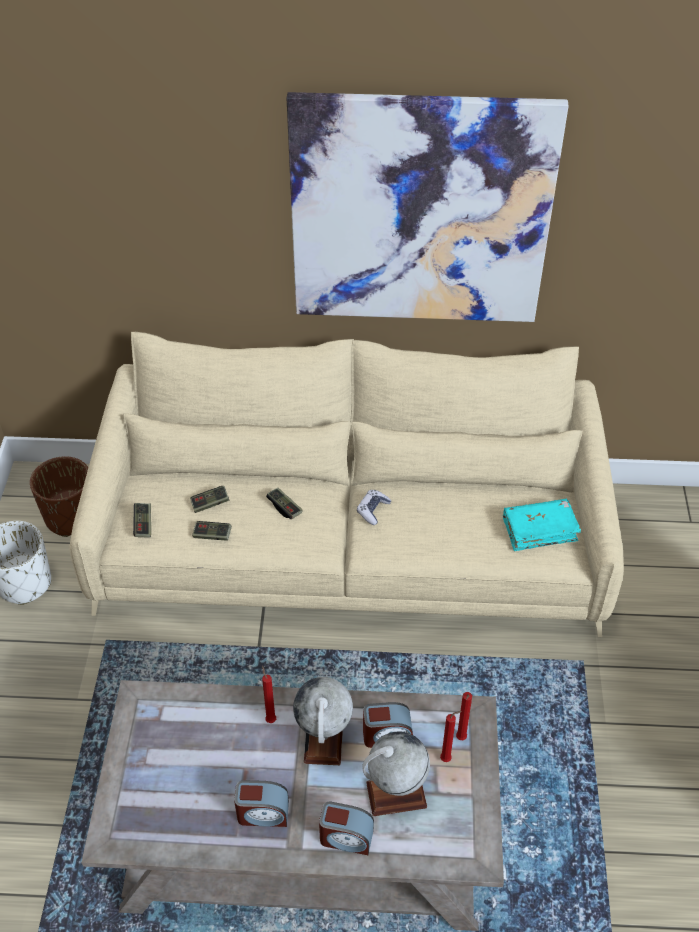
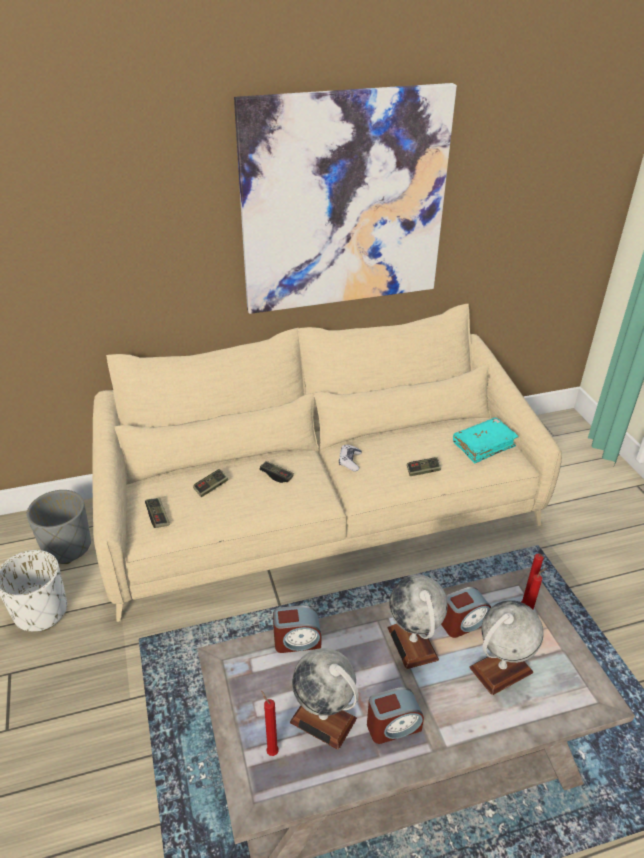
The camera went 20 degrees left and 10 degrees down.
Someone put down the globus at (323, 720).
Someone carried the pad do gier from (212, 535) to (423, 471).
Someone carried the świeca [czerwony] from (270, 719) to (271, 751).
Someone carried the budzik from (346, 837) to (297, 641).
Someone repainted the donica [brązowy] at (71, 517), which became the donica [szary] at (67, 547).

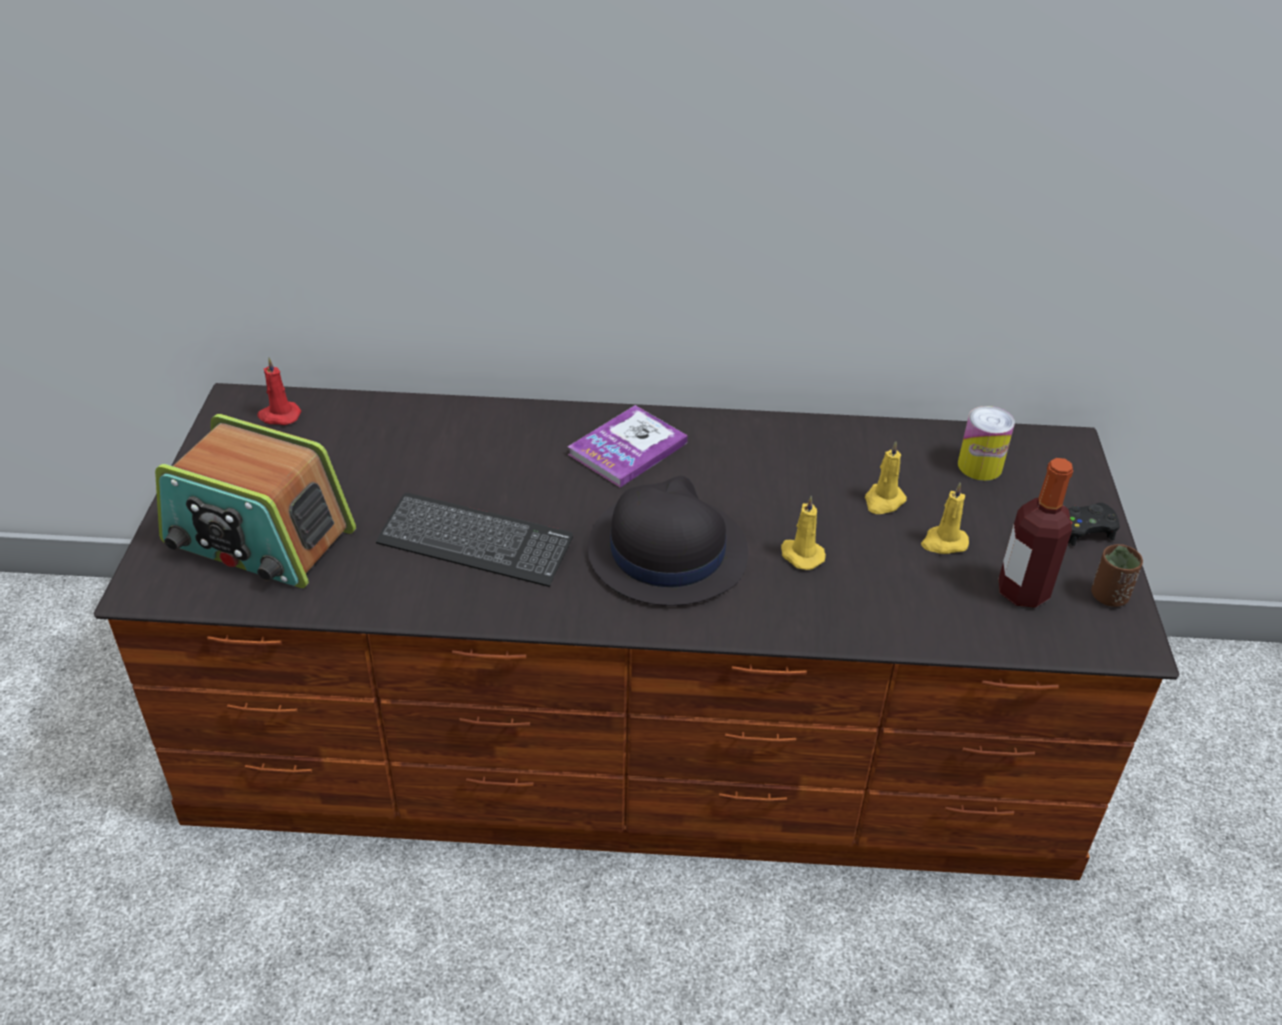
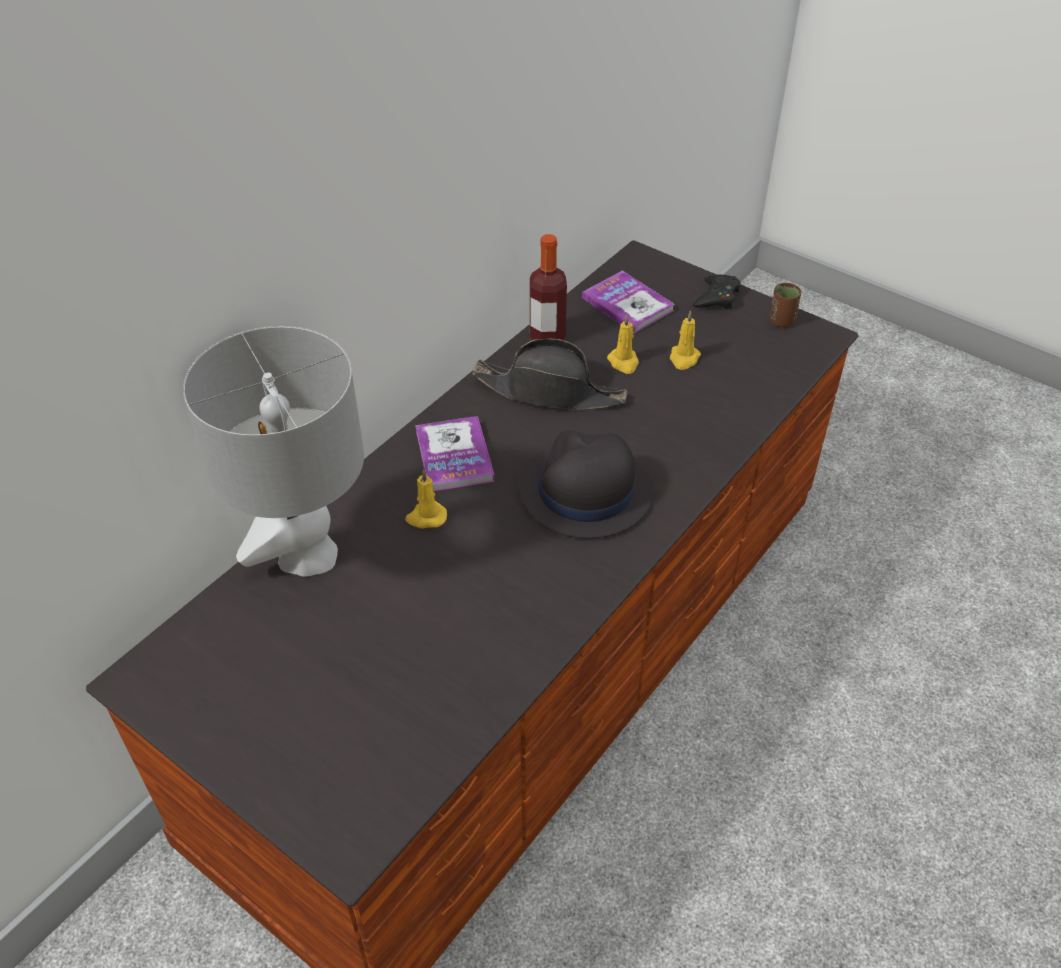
The camera went 55 degrees left and 5 degrees up.
Someone took away the radio at (258, 538).
Someone took away the świeca [czerwony] at (279, 416).
Someone took away the klawiatura at (475, 543).
Someone put down the lampa stołowa [szary] at (307, 556).
Someone put down the kapelusz [czarny] at (550, 391).
Someone carried the świeca [żółty] from (800, 555) to (426, 517).
Someone carried the butelka from (1022, 591) to (547, 337).
Someone swapped the puszka at (979, 466) for the książka at (627, 304).

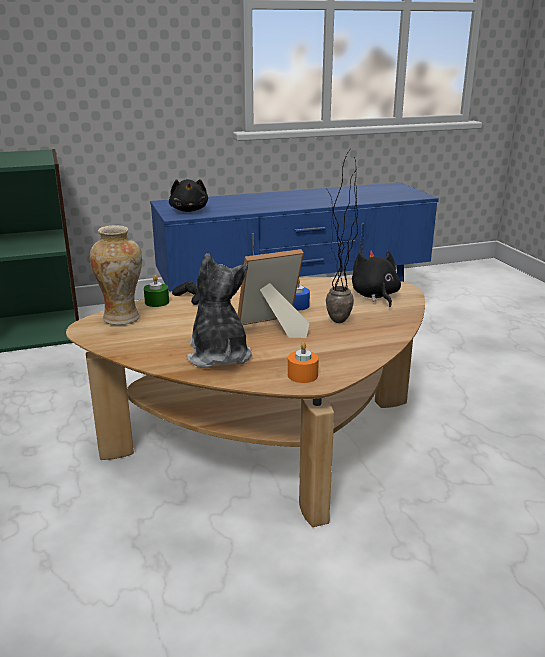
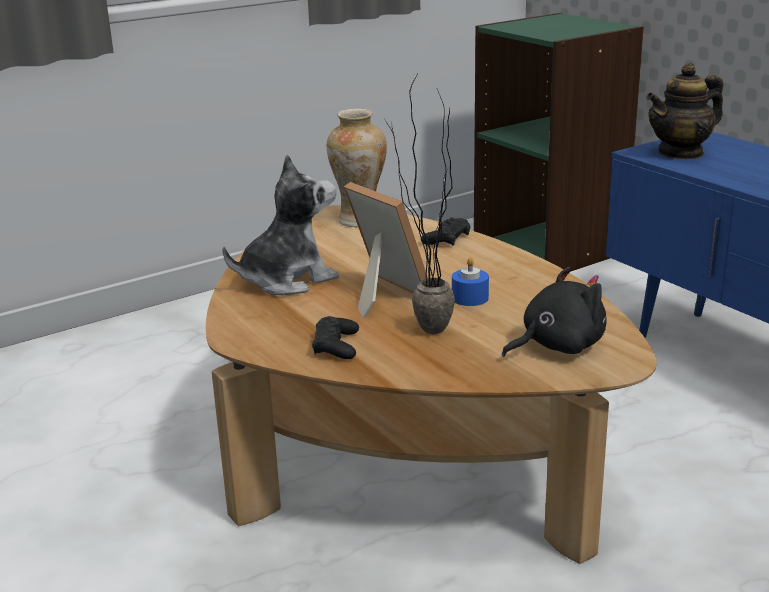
The camera went 75 degrees right and 0 degrees up.
Someone took away the świeca [zielony] at (157, 302).
Someone took away the świeca [pomarańczowy] at (302, 375).
Someone put down the pad do gier [czarny] at (336, 346).
Someone swapped the pluszak [czarny] at (189, 210) for the imbryk at (681, 153).

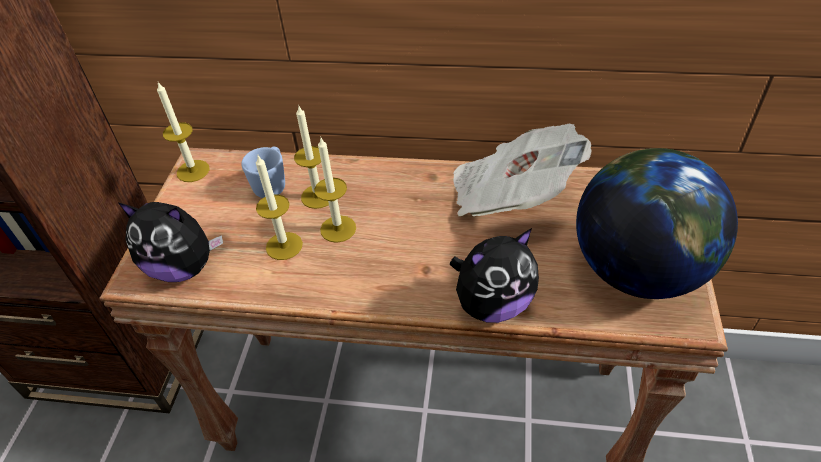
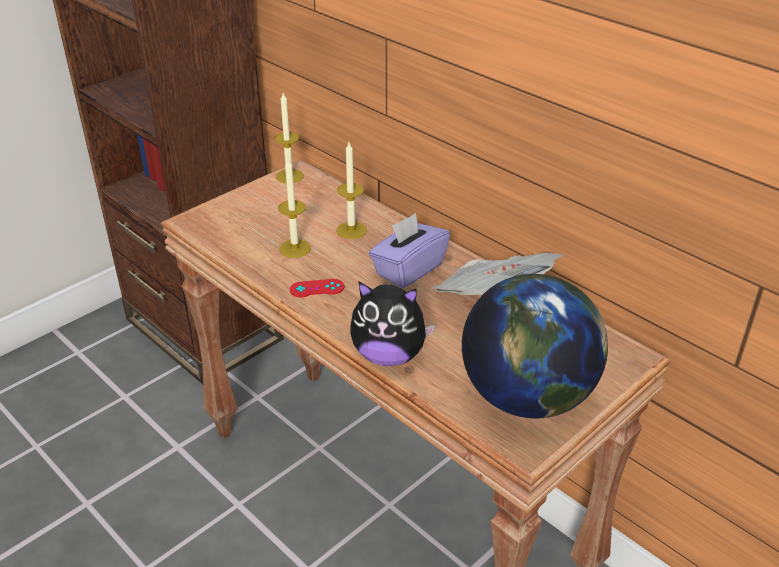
The camera went 35 degrees right and 10 degrees down.
Someone took away the pluszak at (183, 267).
Someone took away the kubek [niebieski] at (272, 185).
Someone took away the świeca at (338, 229).
Someone put down the pad do gier [czerwony] at (317, 288).
Someone put down the pudełko chusteczek [fioletowy] at (408, 269).

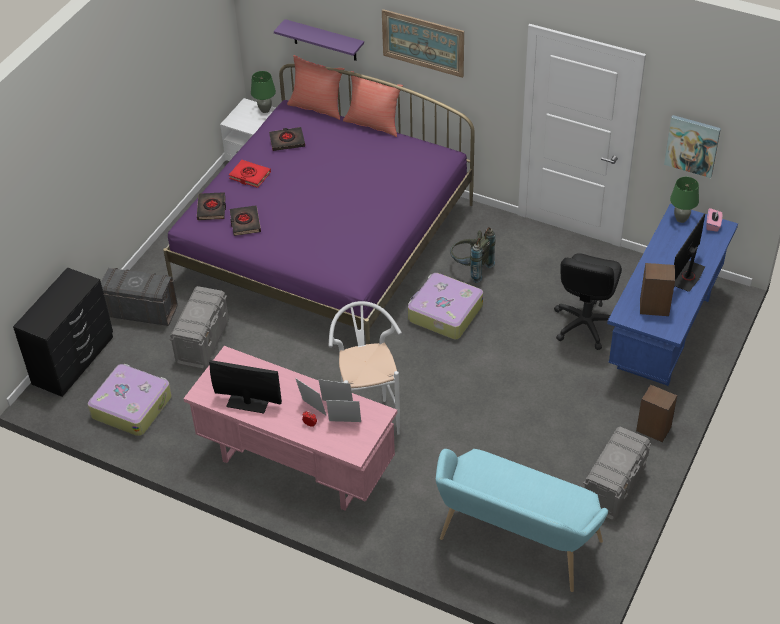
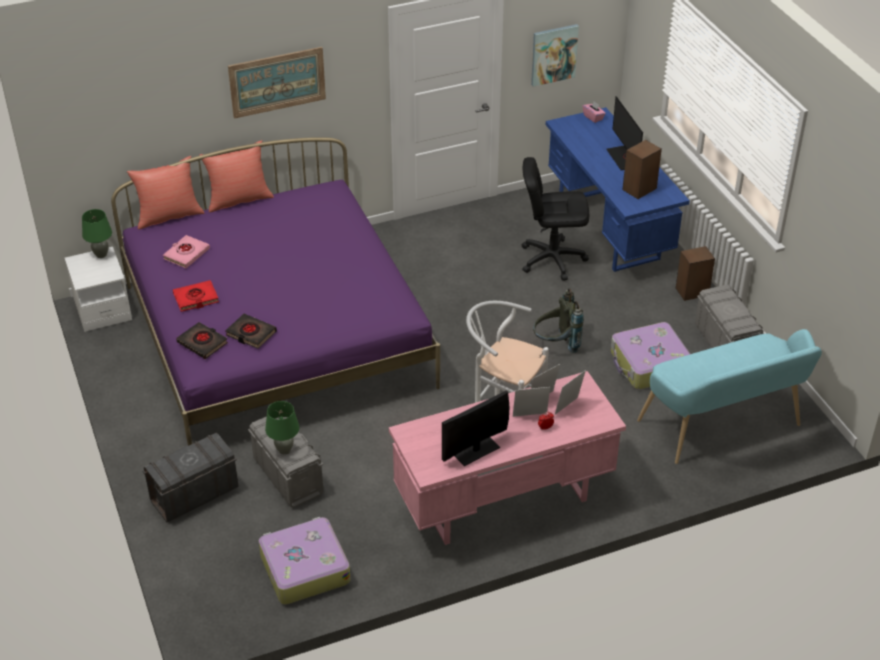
The camera went 50 degrees left and 5 degrees down.
Someone took away the komoda [czarny] at (74, 360).
Someone took away the półka [fioletowy] at (324, 40).
Someone carried the walizka from (444, 313) to (649, 365).
Someone carried the plecak [szary] from (471, 269) to (556, 345).
Someone carried the lampa stołowa [zielony] from (681, 219) to (284, 449).
Someone repainted the książka [czarny] at (287, 141), which became the książka [różowy] at (186, 254).
Someone rotated the krzesło biurowe [czarny] at (585, 325) by 120 degrees clockwise.

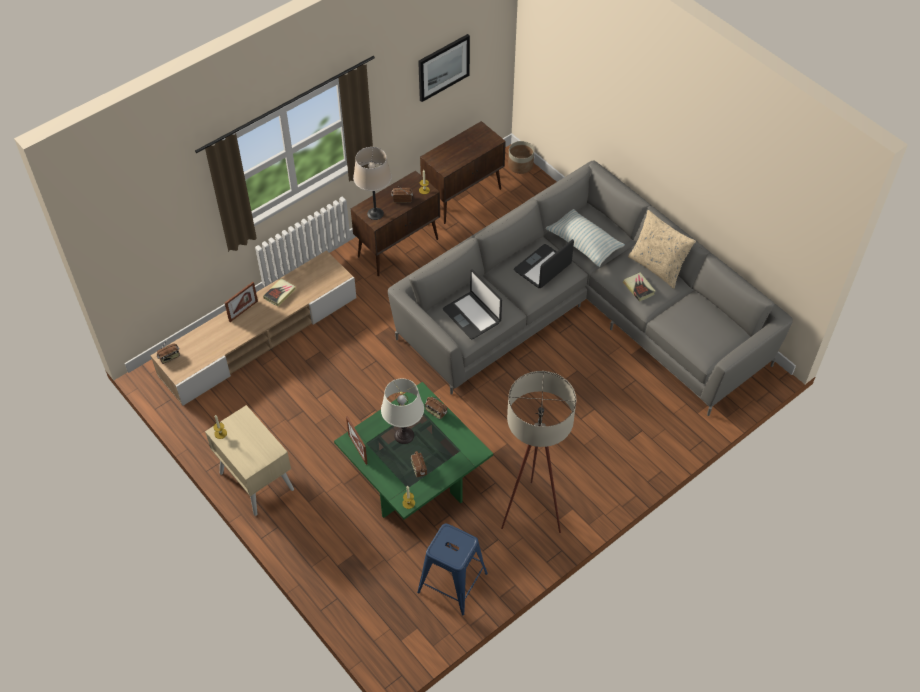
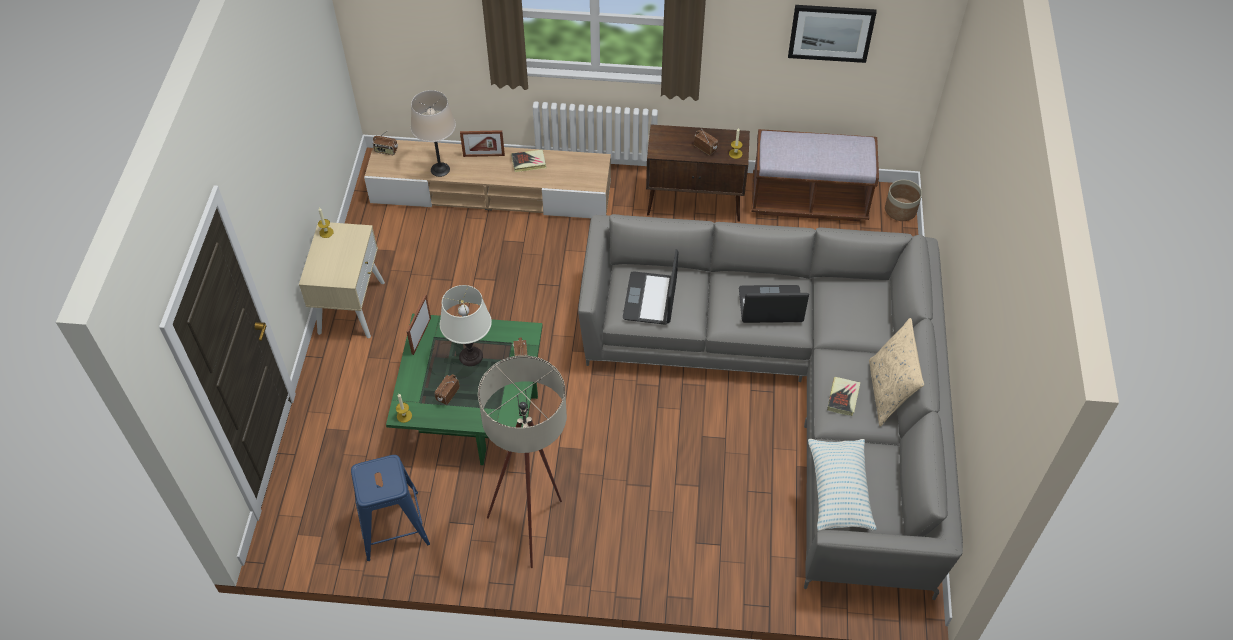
The camera went 45 degrees right and 0 degrees up.
Someone carried the lampa stołowa [beżowy] from (375, 213) to (440, 169).
Someone carried the poduszka from (584, 243) to (839, 491).
Someone swapped the szafka [brązowy] at (463, 197) for the ławka [brązowy] at (809, 200).

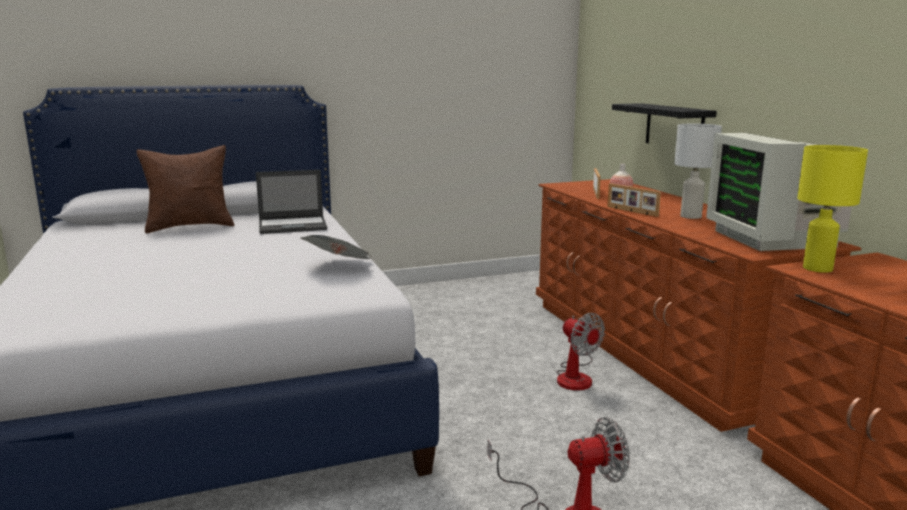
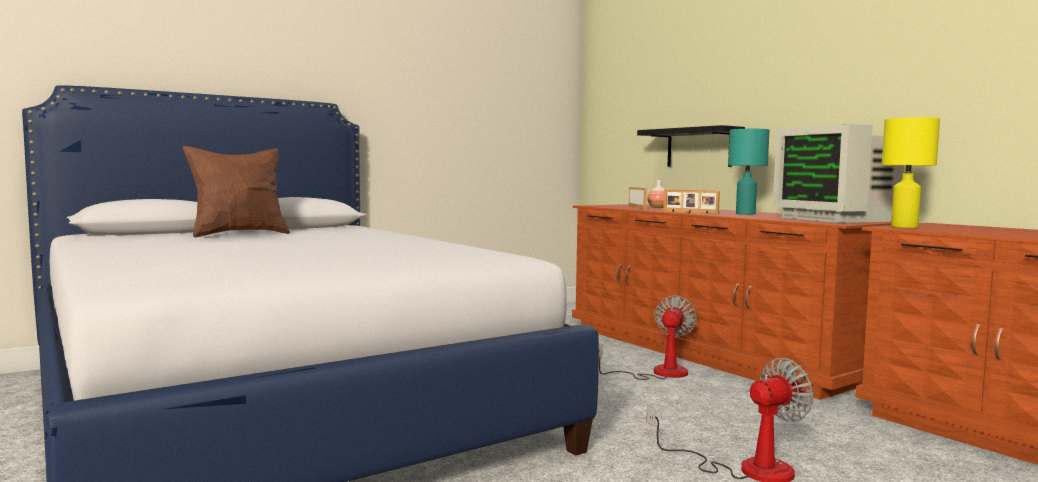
The camera went 15 degrees left and 10 degrees down.
Someone took away the laptop at (293, 226).
Someone took away the gazeta at (340, 267).
Someone repainted the lampa stołowa [biały] at (690, 216), which became the lampa stołowa [turkusowy] at (745, 214).
Someone rotated the wentylator at (576, 376) by 105 degrees counterclockwise.

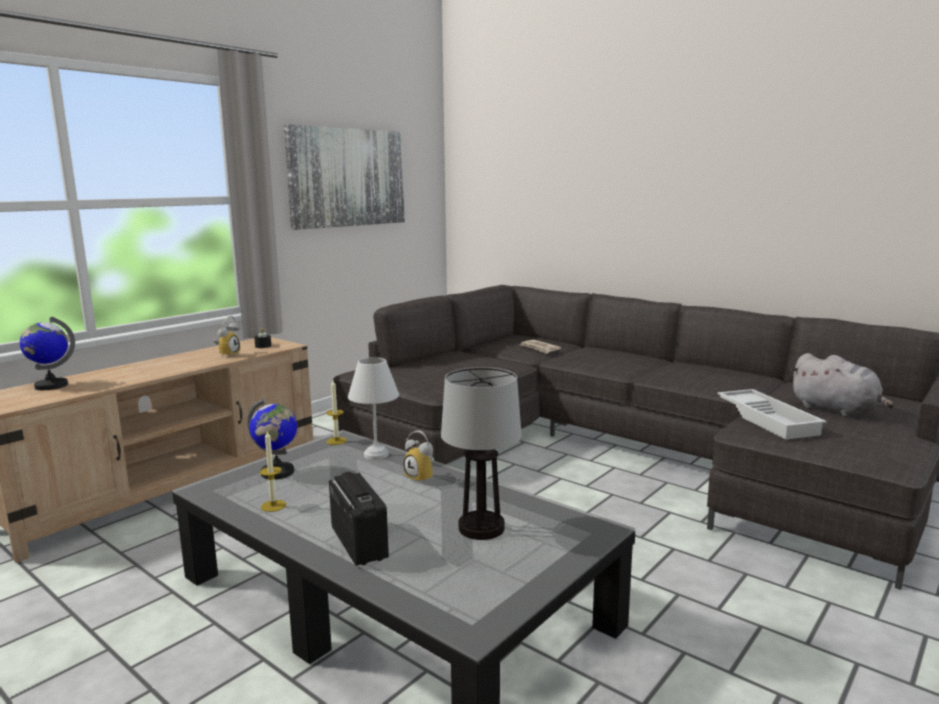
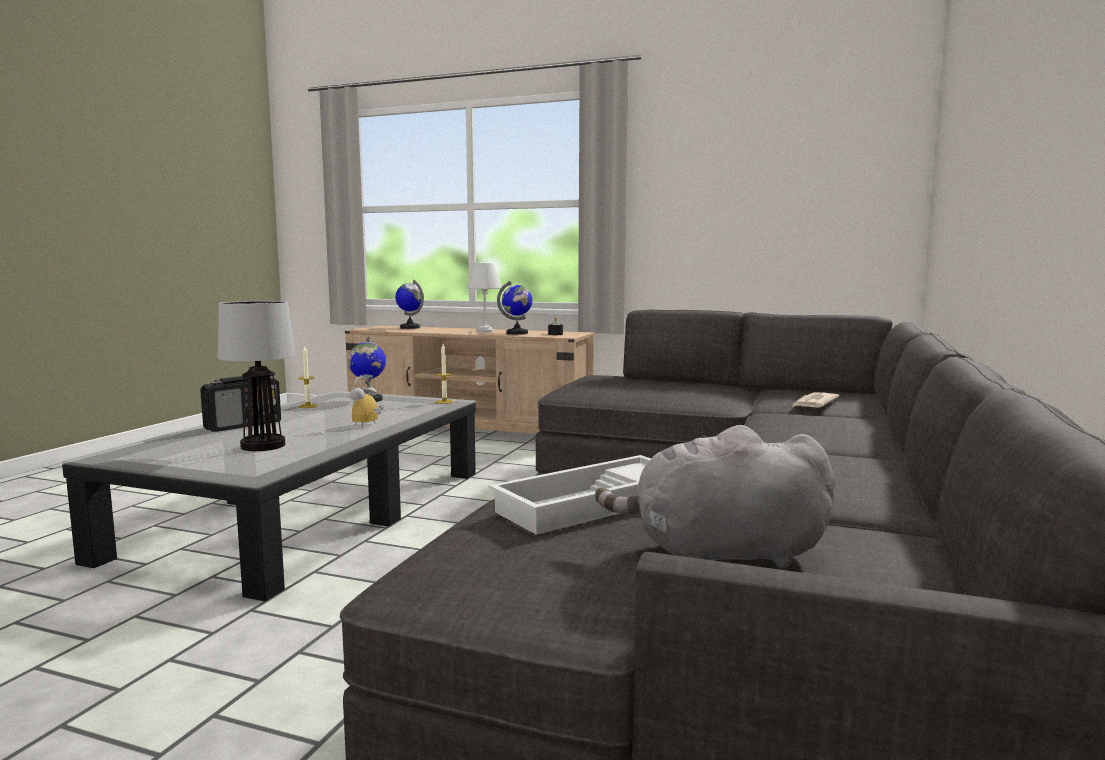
The camera went 70 degrees right and 5 degrees down.
Someone took away the obraz at (348, 177).
Someone carried the lampa stołowa [biały] from (375, 455) to (484, 331).
Someone swapped the budzik at (227, 355) for the globus at (517, 333).
Someone rotated the pluszak [szary] at (837, 410) by 60 degrees clockwise.

